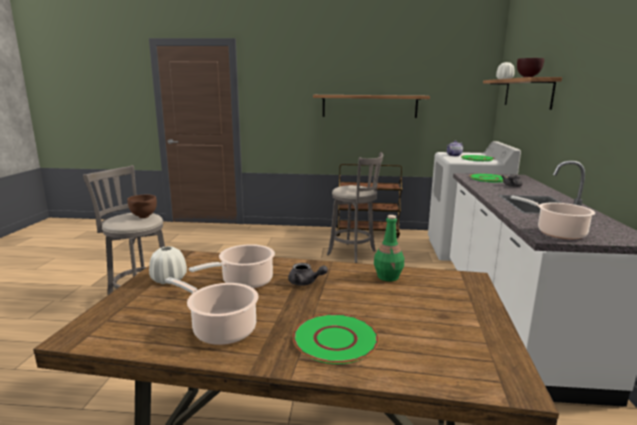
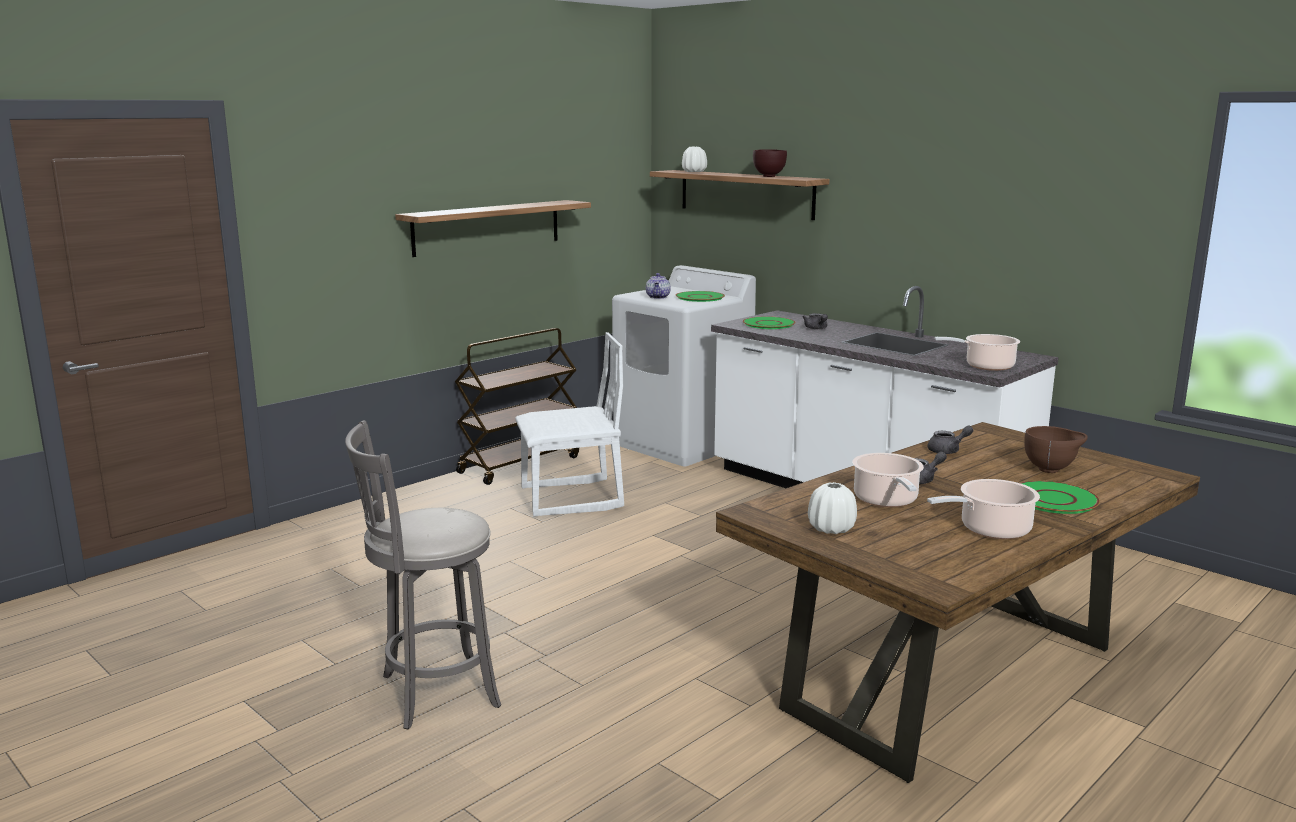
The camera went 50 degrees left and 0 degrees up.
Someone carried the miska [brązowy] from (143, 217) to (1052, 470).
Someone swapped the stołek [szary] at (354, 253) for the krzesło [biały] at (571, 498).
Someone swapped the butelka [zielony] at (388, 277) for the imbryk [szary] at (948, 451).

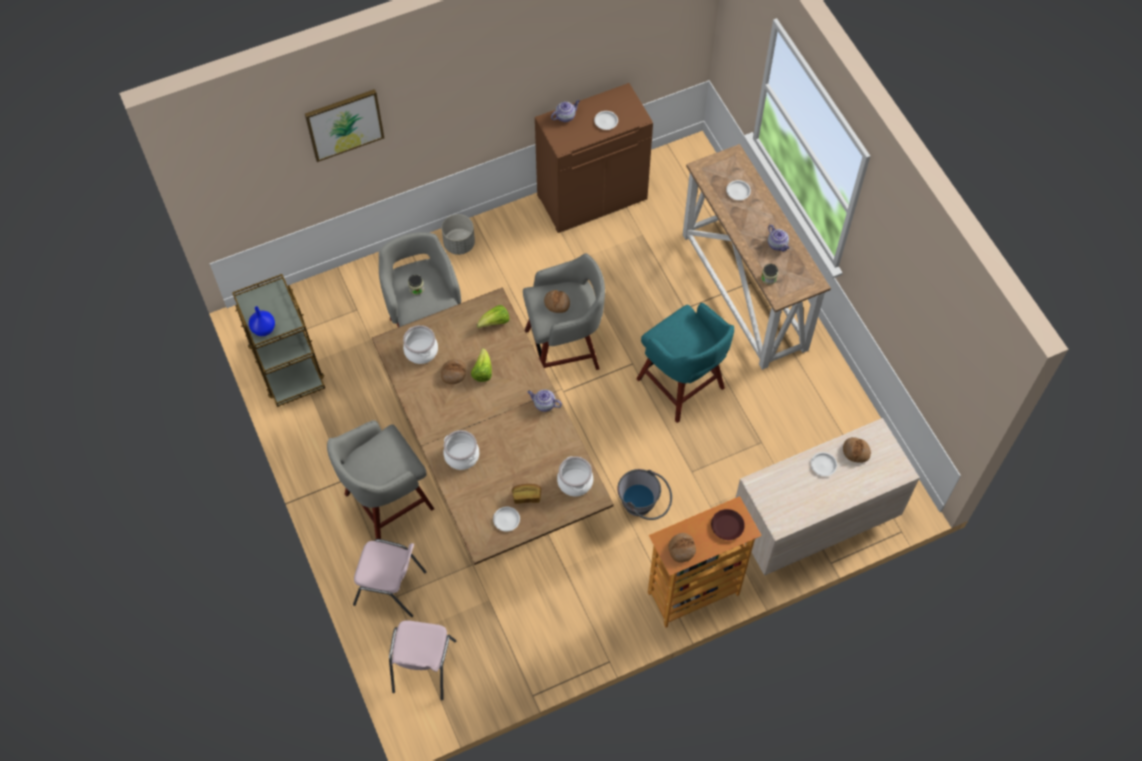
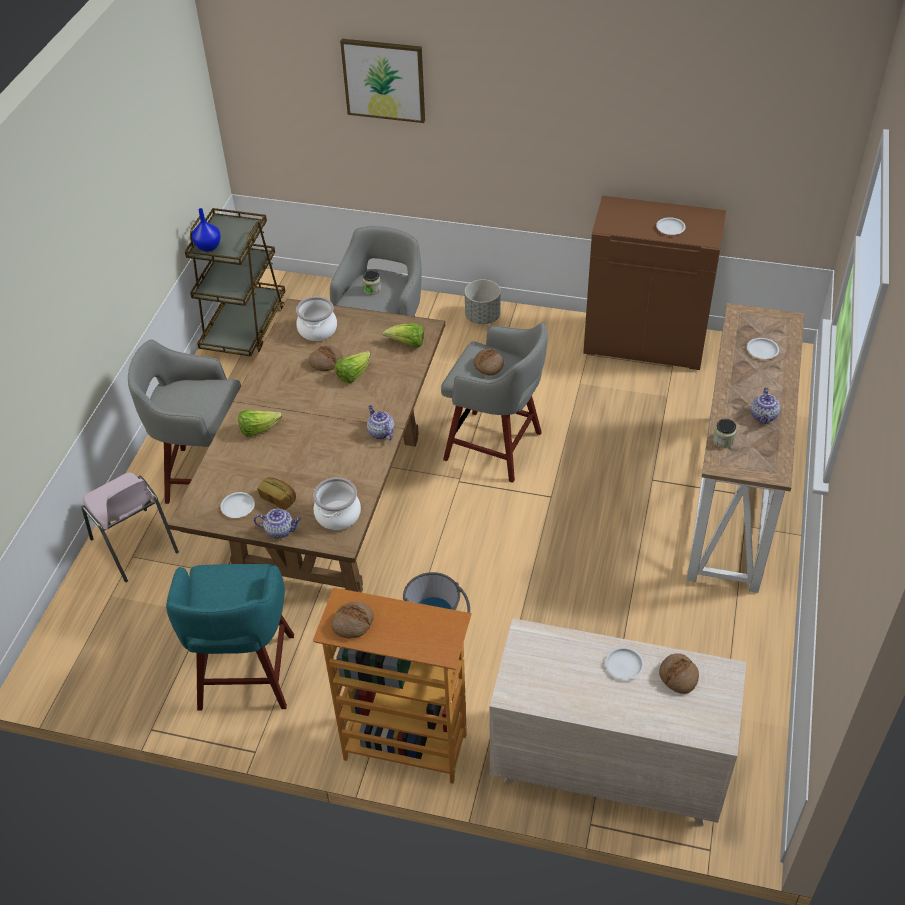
The camera went 40 degrees right and 15 degrees down.
Someone took away the krzesło [różowy] at (422, 667).
Someone took away the talerz [brązowy] at (727, 526).
Someone carried the imbryk from (565, 116) to (280, 530).
Someone carried the stołek [turkusowy] from (682, 386) to (246, 675).
Someone swapped the garnek at (461, 456) for the sałata at (258, 430).

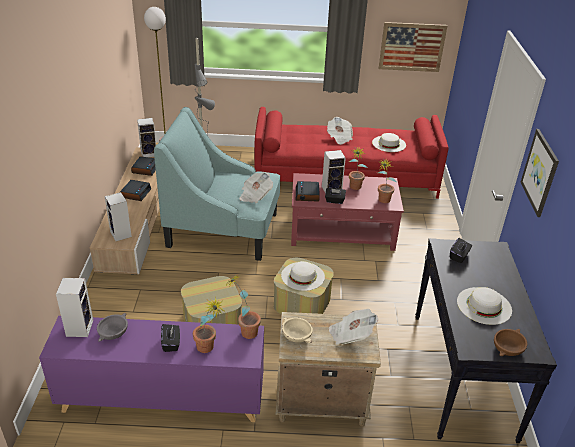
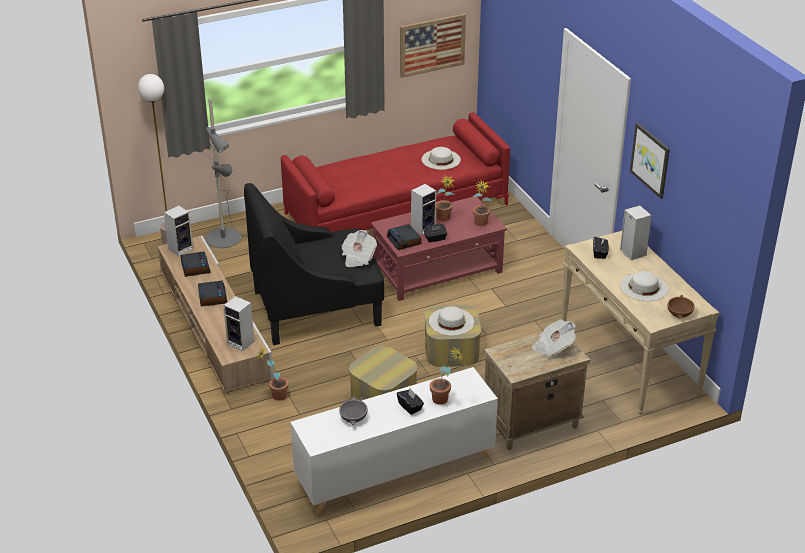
The camera went 25 degrees left and 0 degrees up.
Someone took away the miska [beżowy] at (296, 336).
Someone took away the gazeta at (339, 137).
Someone carried the głośnik from (79, 327) to (632, 252).
Someone carried the roślina doniczkowa from (244, 331) to (274, 396).
Someone repainted the szafka [fioletowy] at (162, 398), which became the szafka [biały] at (394, 471).
Someone repainted the fotel [turkusowy] at (224, 230), which became the fotel [czarny] at (317, 307).
Someone repainted the stolik konsolowy [czarny] at (462, 374), which became the stolik konsolowy [beżowy] at (629, 360).

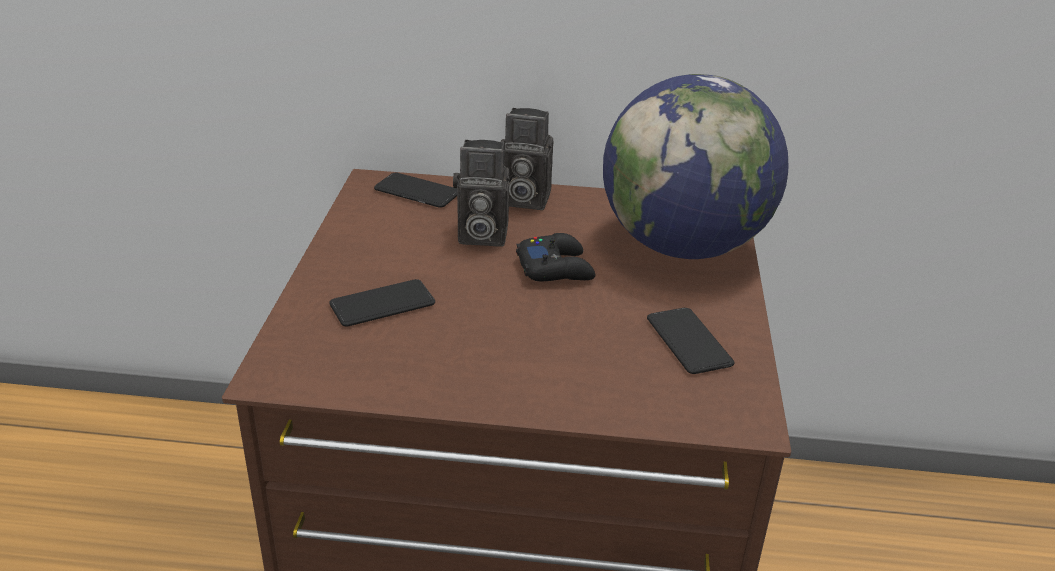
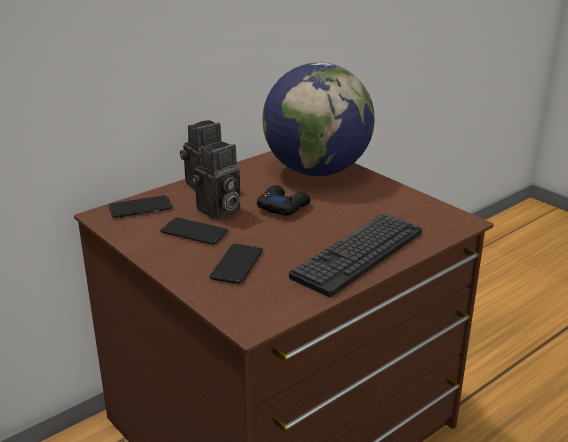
The camera went 45 degrees left and 5 degrees down.
Someone put down the klawiatura at (358, 254).
Someone carried the telefon from (688, 342) to (194, 232).

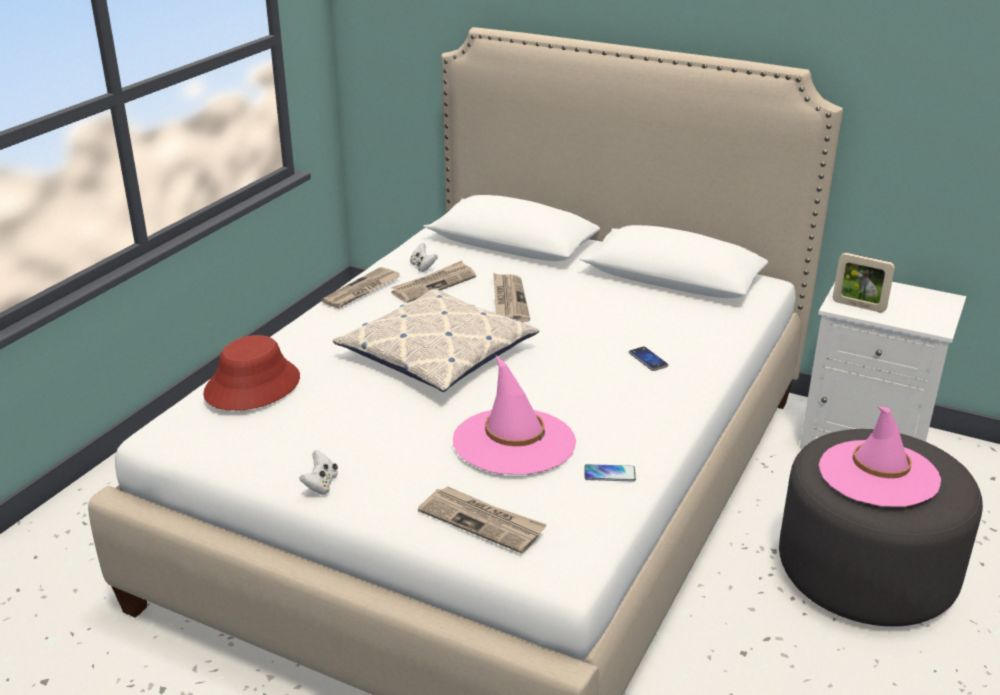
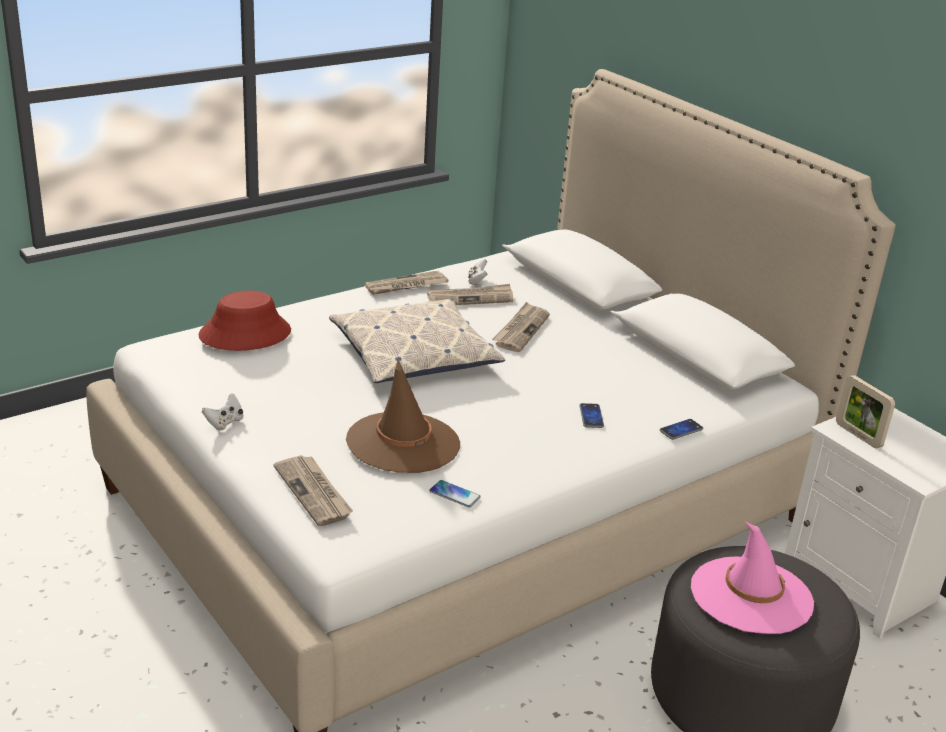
The camera went 25 degrees right and 0 degrees up.
Someone put down the telefon at (681, 430).
Someone repainted the kapelusz [różowy] at (514, 442), which became the kapelusz [brązowy] at (403, 443).

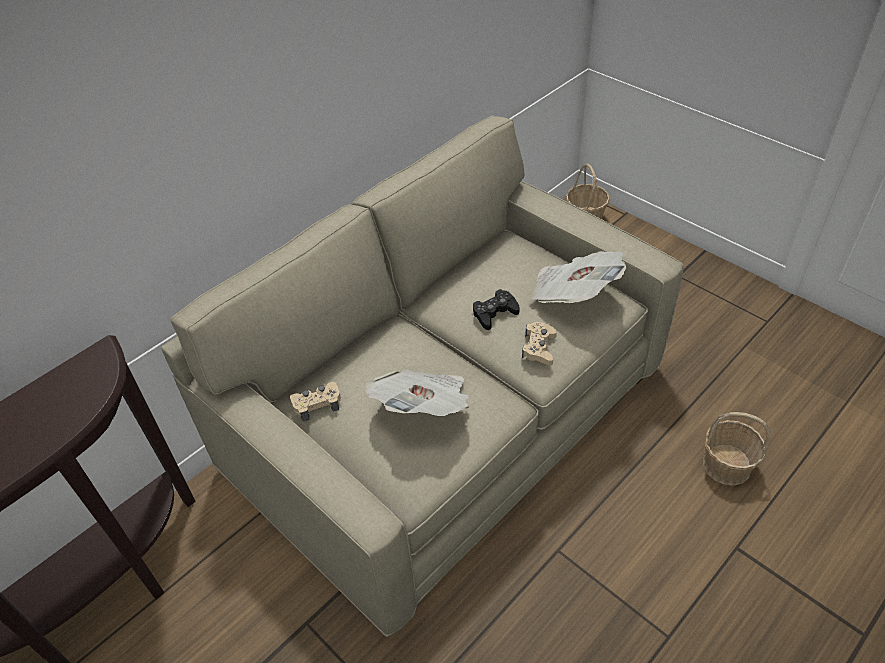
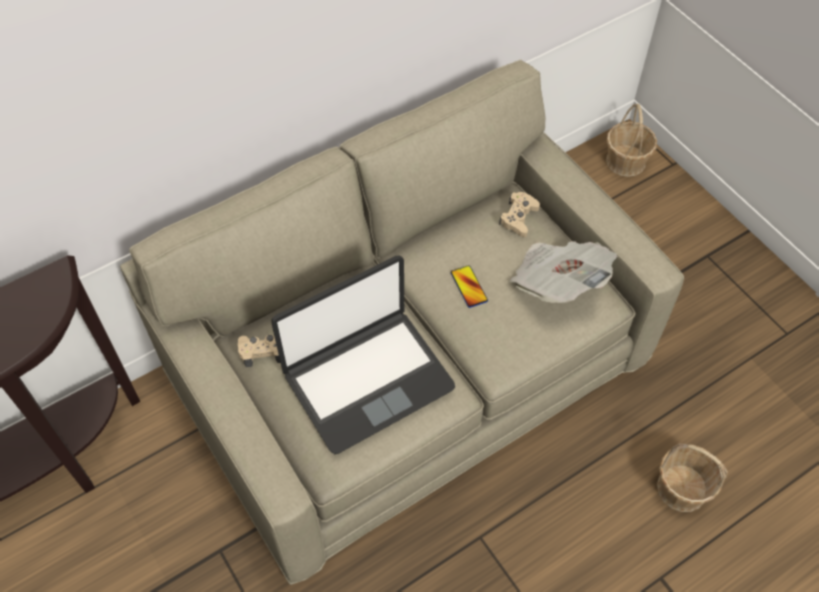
The camera went 10 degrees right and 10 degrees up.
Someone carried the pad do gier [beżowy] from (539, 348) to (518, 218).
Someone swapped the gazeta at (424, 408) for the laptop at (367, 380).
Someone swapped the pad do gier [czarny] at (494, 313) for the telefon at (469, 287).

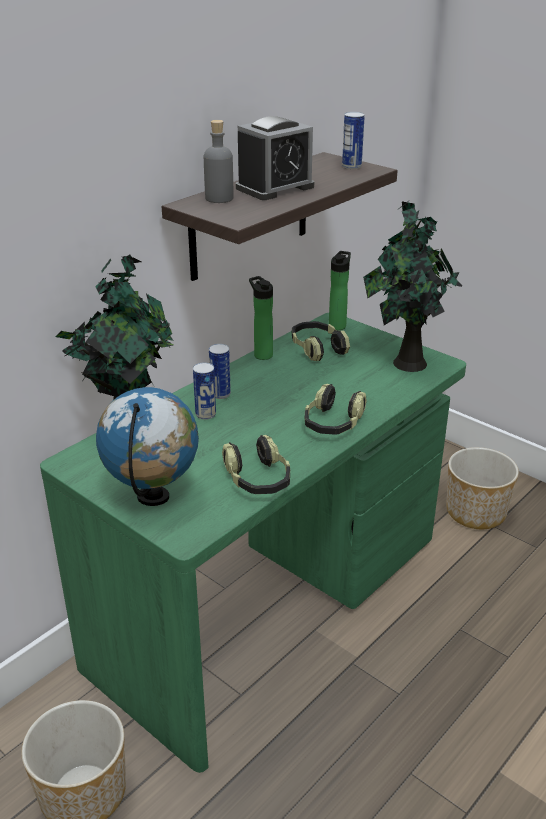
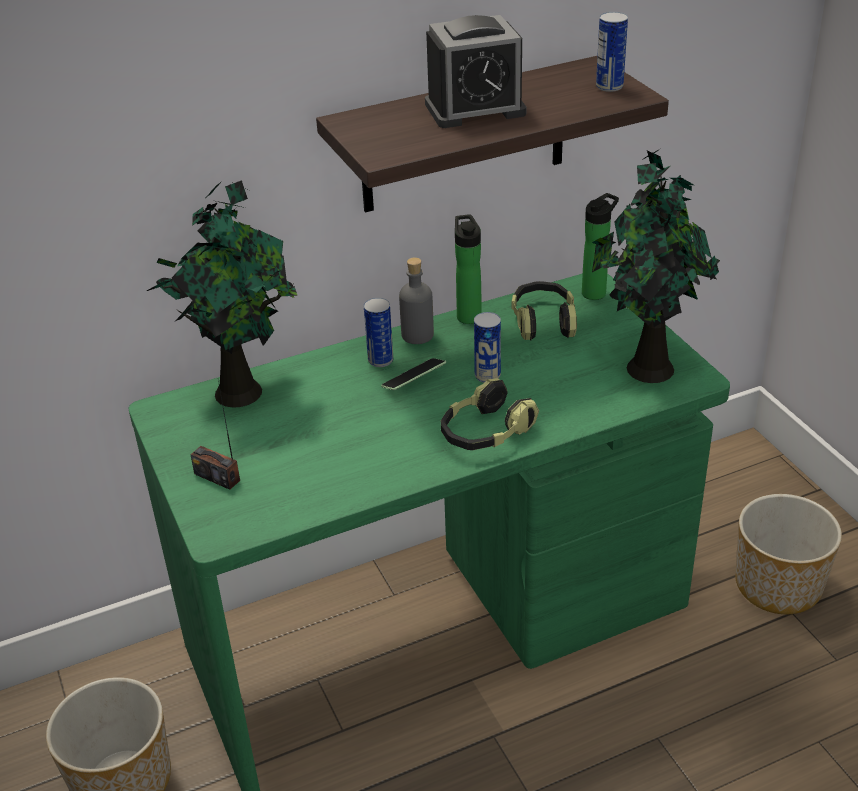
The camera went 25 degrees right and 5 degrees up.
Someone took away the słuchawki at (258, 480).
Someone put down the telefon at (414, 381).
Someone carried the puszka from (205, 414) to (487, 376).
Someone carried the butelka [szary] from (219, 198) to (417, 335).
Someone swapped the globus at (153, 497) for the radio at (217, 477).

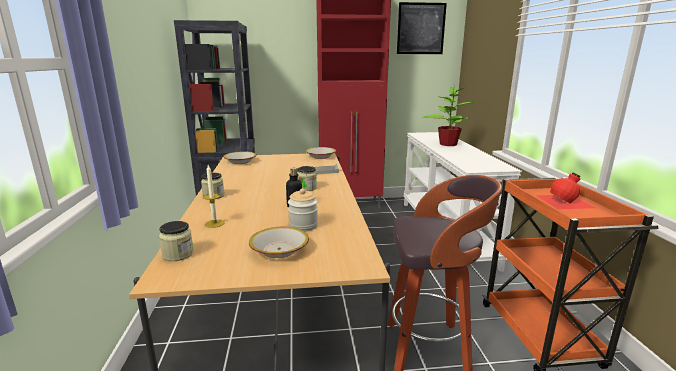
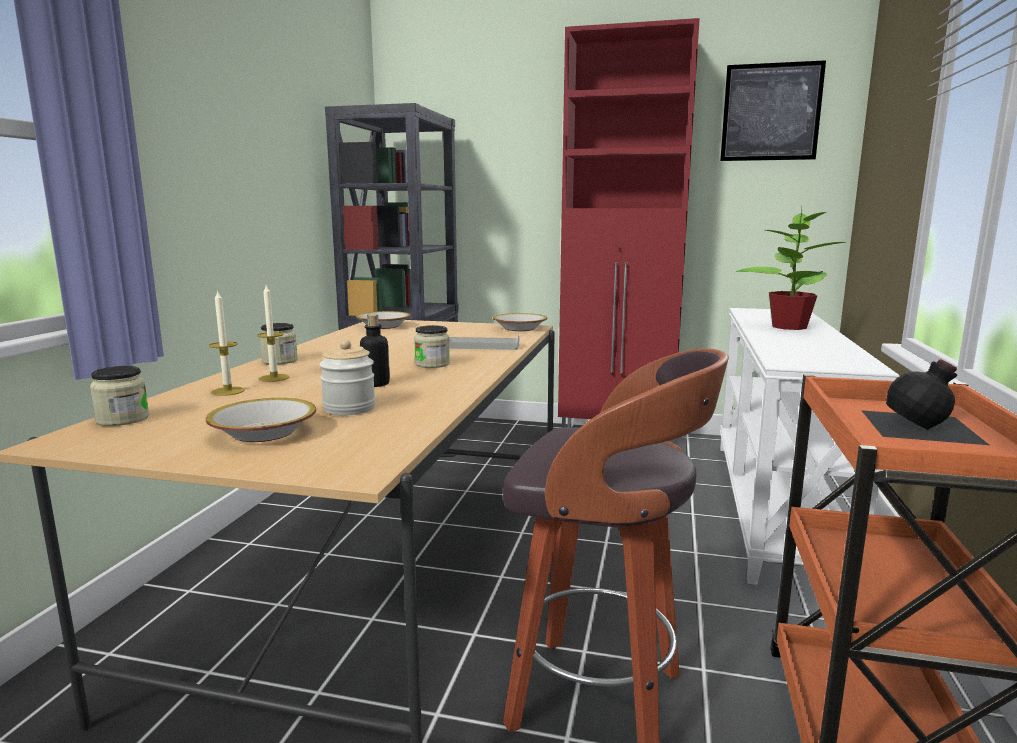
The camera went 20 degrees right and 5 degrees down.
Someone put down the świeca at (274, 378).
Someone repainted the butelka [czerwony] at (565, 201), which became the butelka [czarny] at (922, 427).

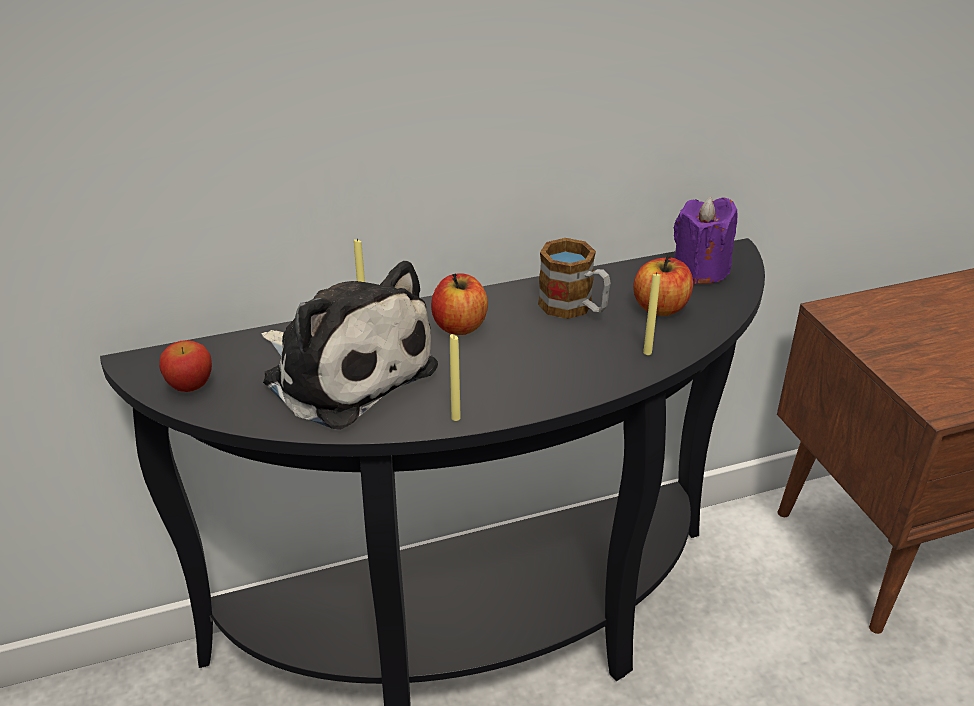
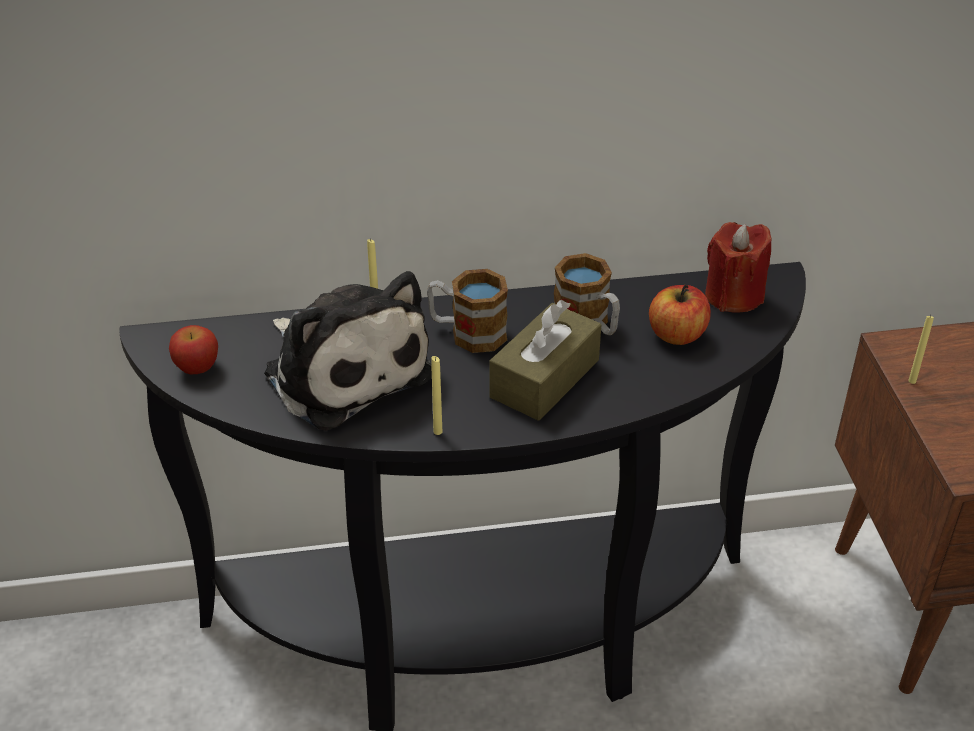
The camera went 10 degrees right and 5 degrees up.
Someone put down the pudełko chusteczek [brązowy] at (545, 378).
Someone carried the świeca [żółty] from (647, 352) to (912, 381).
Someone swapped the jabłko at (460, 326) for the kubek at (467, 333).
Someone repainted the świeca [fioletowy] at (700, 270), which became the świeca [czerwony] at (733, 296).

